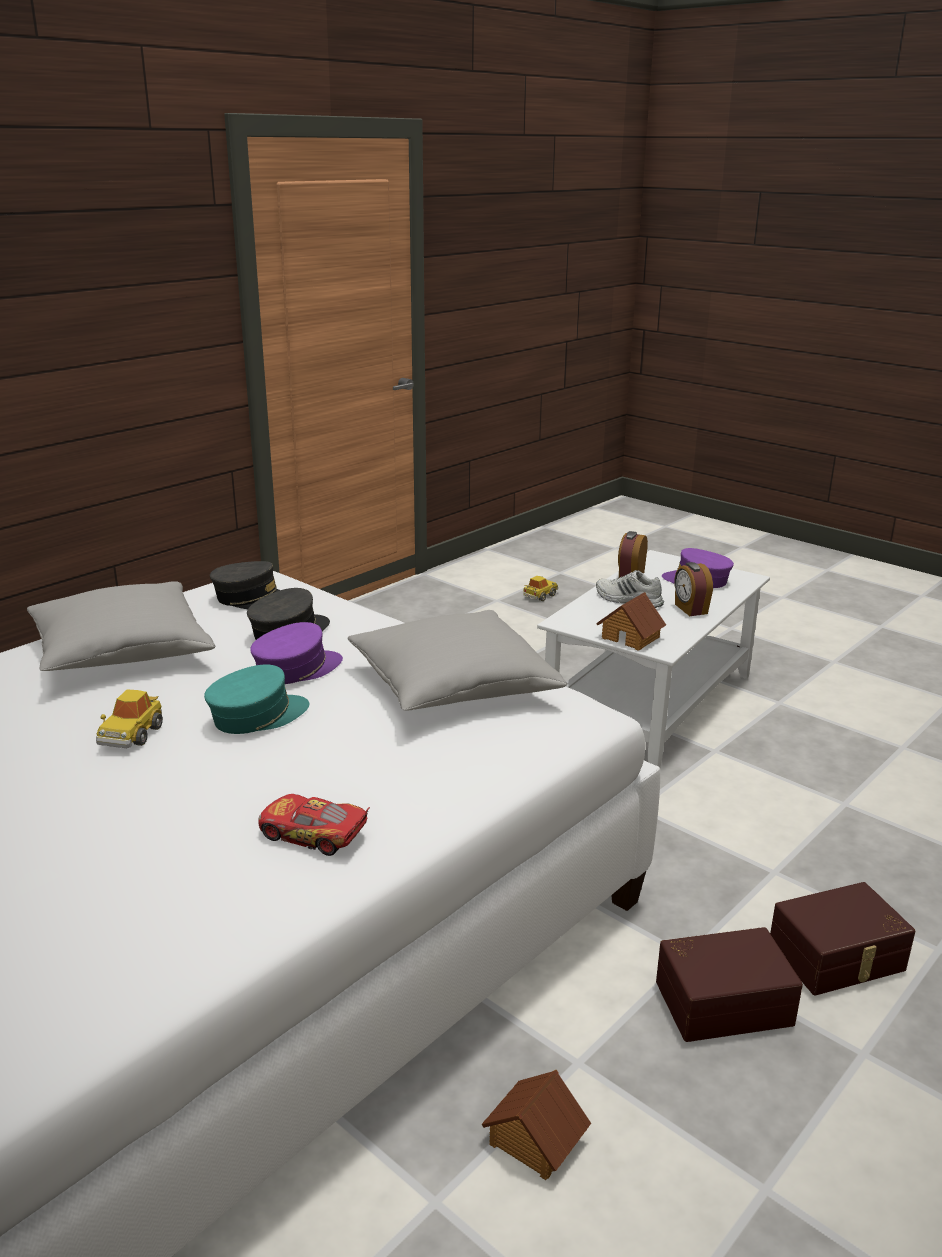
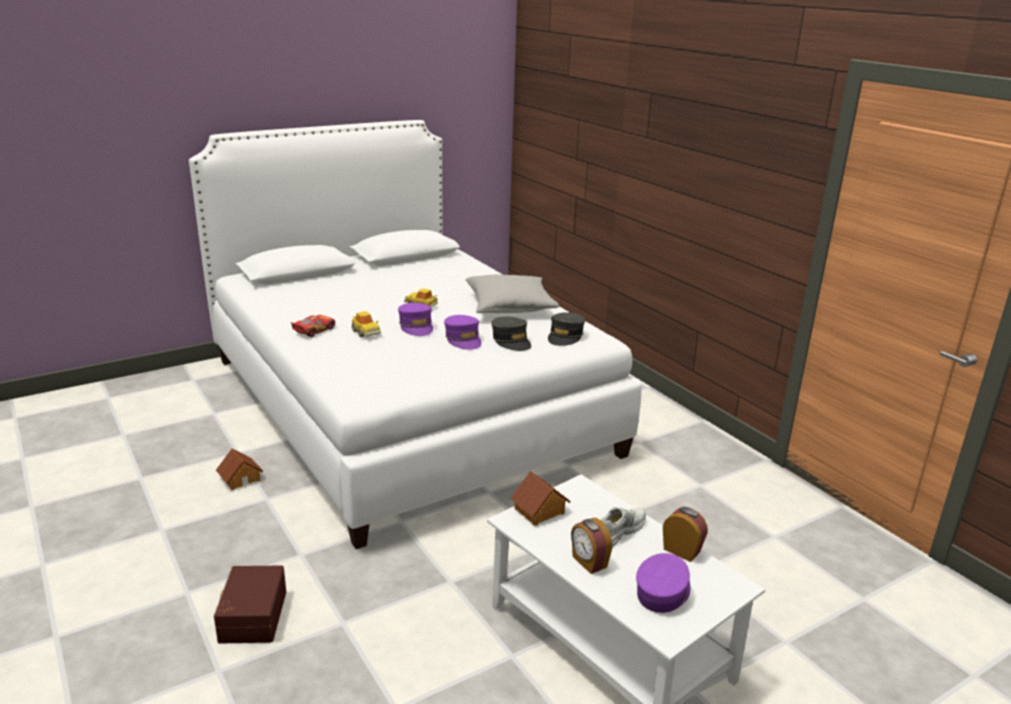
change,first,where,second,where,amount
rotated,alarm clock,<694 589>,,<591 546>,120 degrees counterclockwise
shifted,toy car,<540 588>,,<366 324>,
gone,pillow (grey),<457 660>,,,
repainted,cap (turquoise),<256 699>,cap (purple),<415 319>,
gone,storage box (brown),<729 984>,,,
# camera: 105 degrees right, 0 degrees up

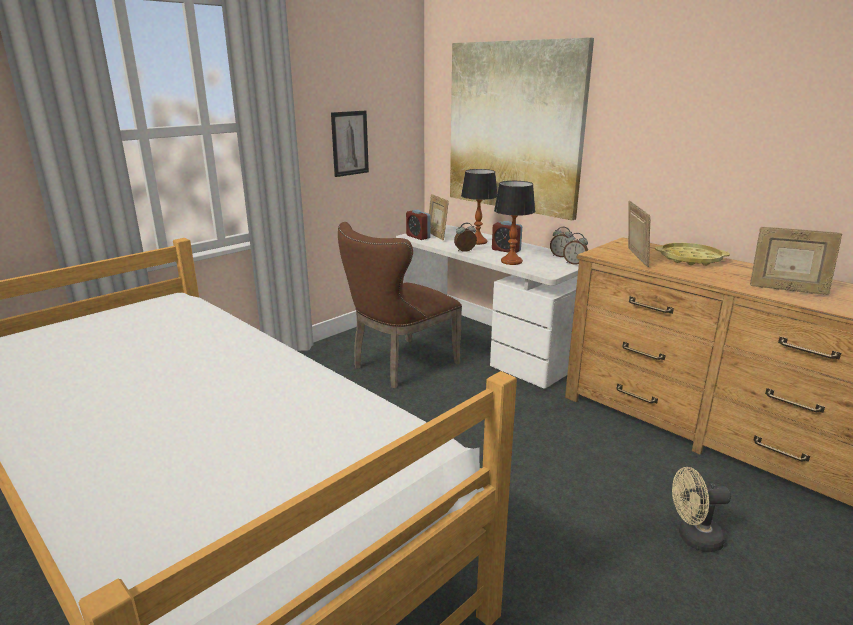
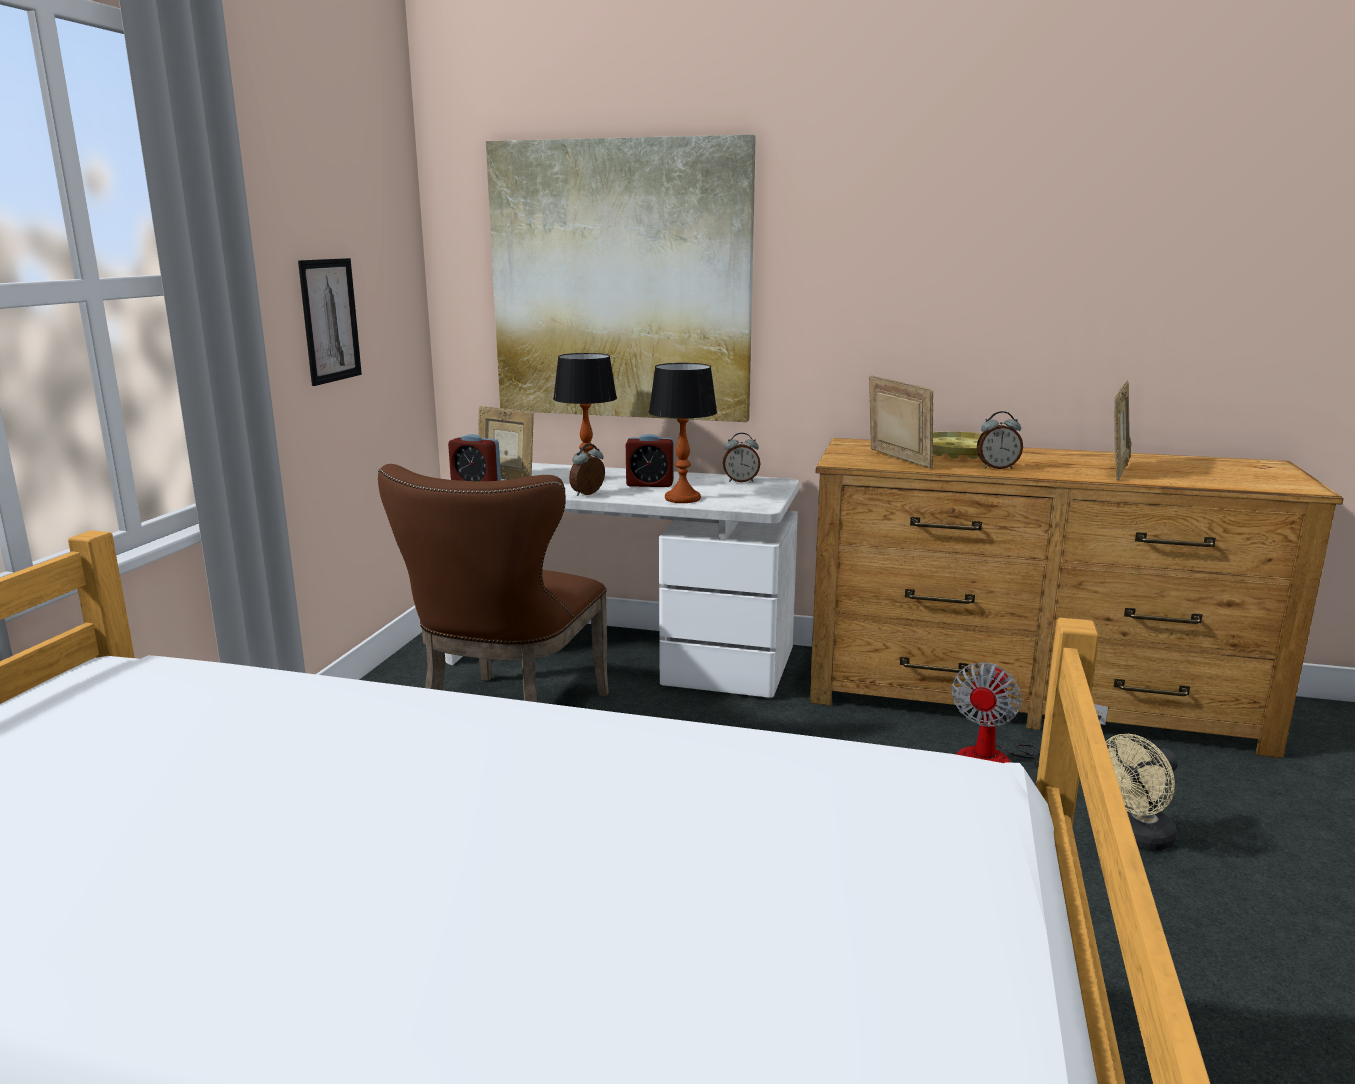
change,first,where,second,where,amount
rotated,picture frame,<796 261>,,<1123 430>,60 degrees counterclockwise
shifted,alarm clock,<575 249>,,<1000 440>,
new,,,fan,<1029 713>,
# camera: 30 degrees left, 5 degrees down

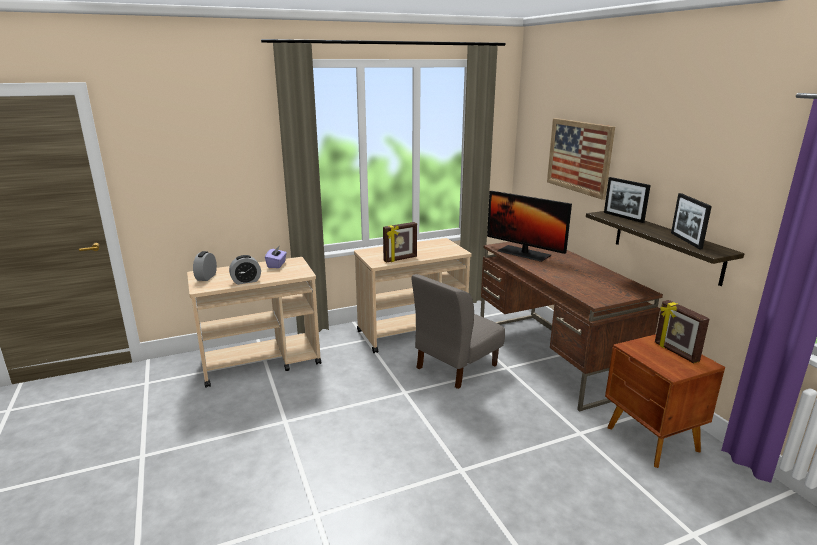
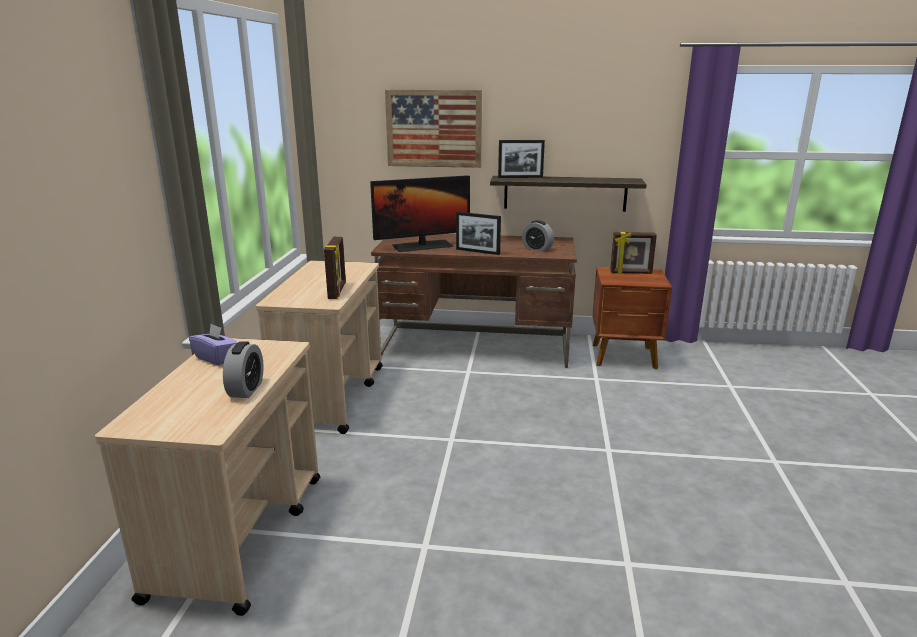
change,first,where,second,where,amount
shifted,picture frame,<691 221>,,<478 233>,
shifted,alarm clock,<205 266>,,<538 236>,
gone,chair (grey),<458 331>,,,
# camera: 60 degrees left, 0 degrees up

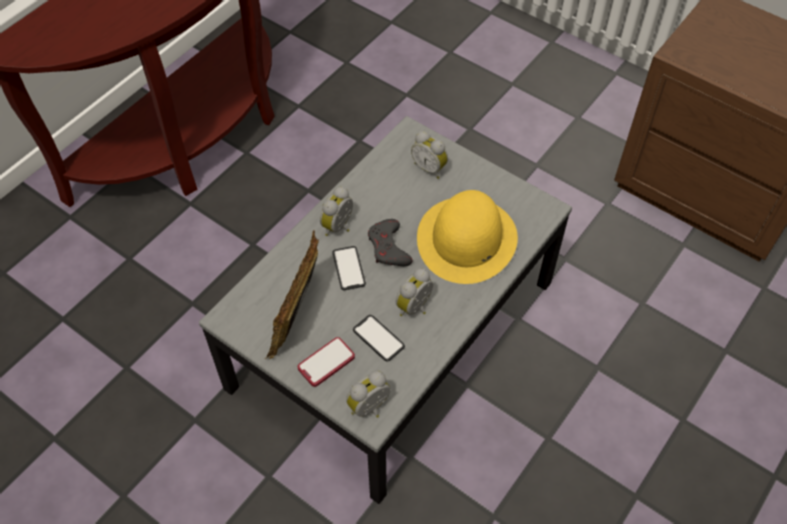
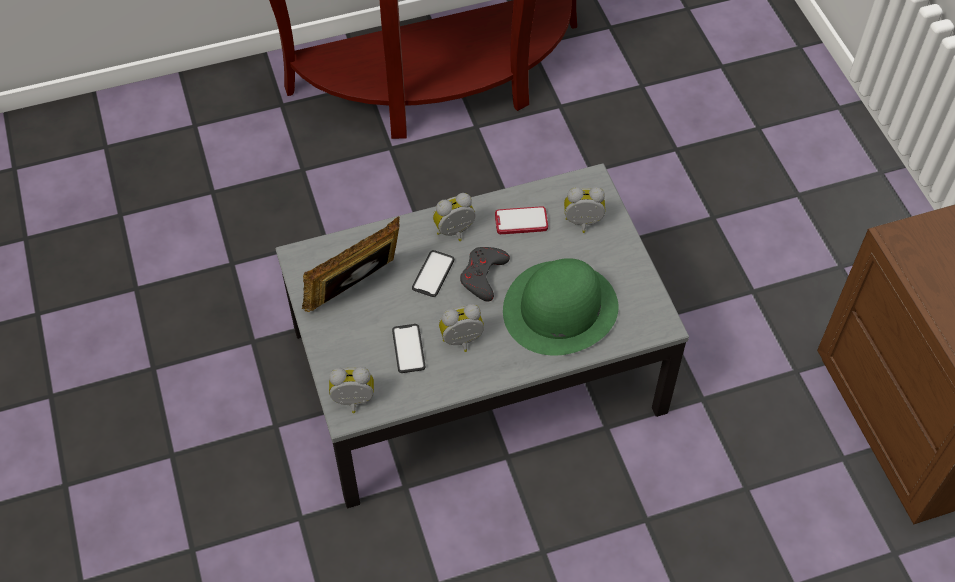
change,first,where,second,where,amount
rotated,alarm clock,<429 155>,,<584 210>,105 degrees clockwise
repainted,hat (yellow),<467 237>,hat (green),<561 306>,
shifted,phone,<326 362>,,<521 220>,
# camera: 35 degrees right, 0 degrees up

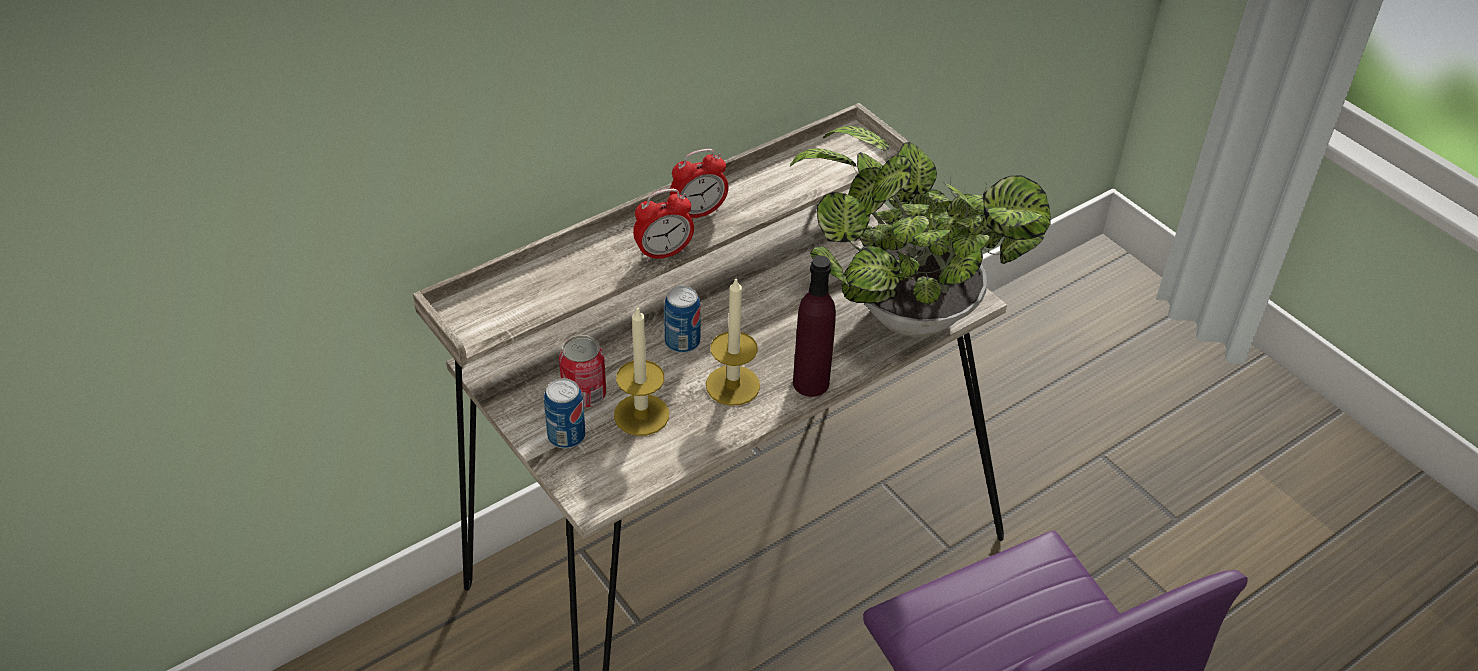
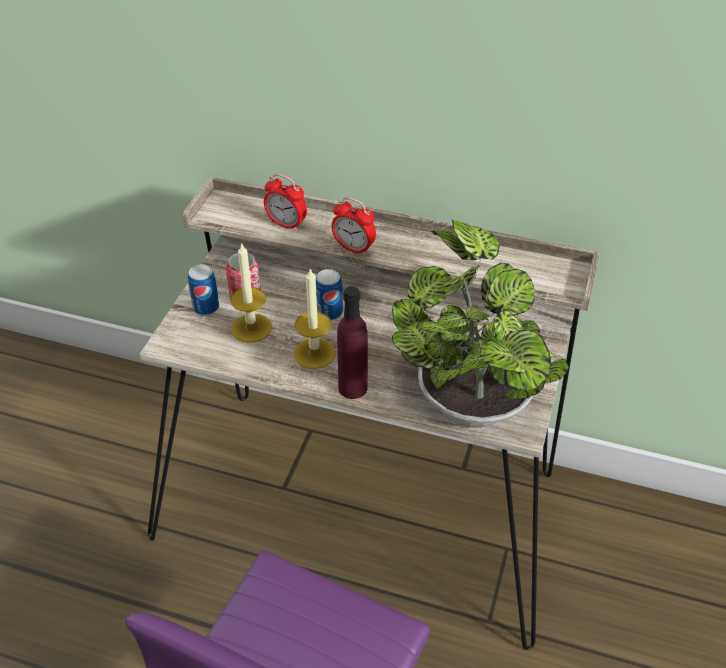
change,first,where,second,where,amount
shifted,alarm clock,<699 183>,,<285 202>,
# camera: 55 degrees right, 0 degrees up

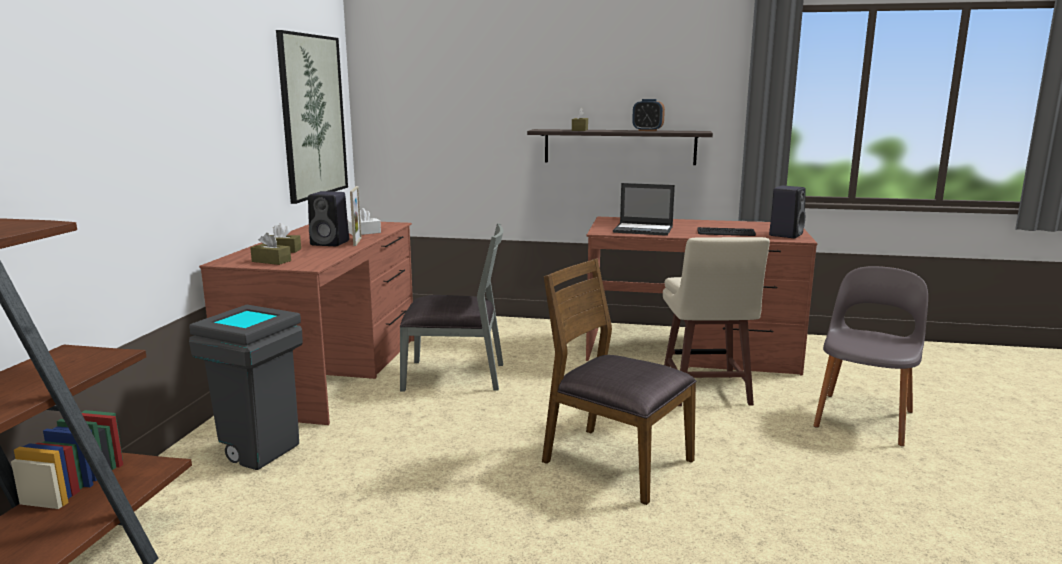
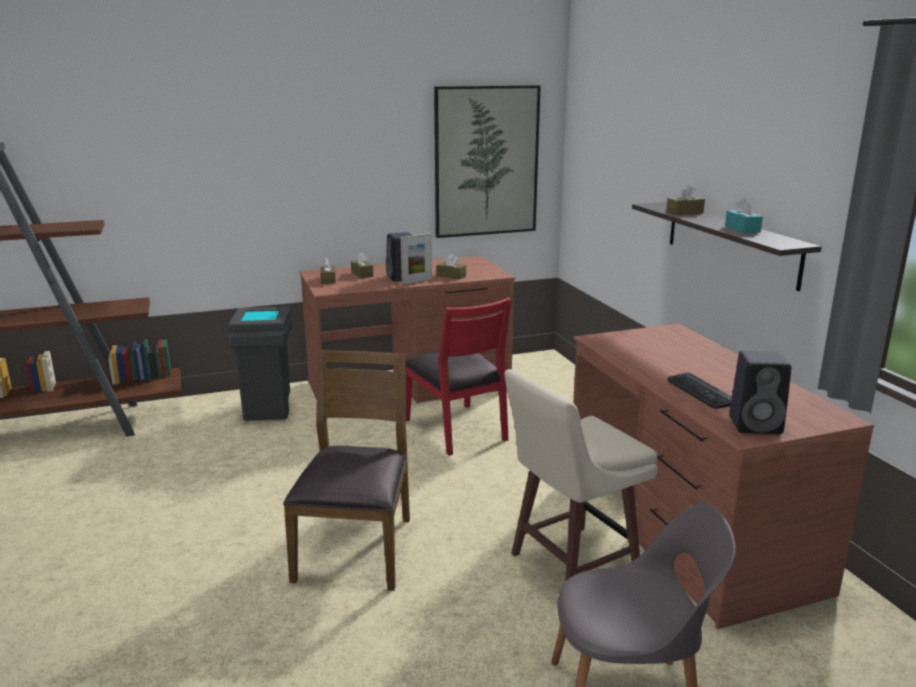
change,first,where,second,where,amount
swapped,alarm clock,<648 115>,tissue box (turquoise),<744 215>,
gone,laptop,<644 209>,,,
repainted,tissue box (white),<364 221>,tissue box (brown),<451 266>,
repainted,chair (grey),<451 307>,chair (red),<458 376>,
# camera: 60 degrees right, 5 degrees up

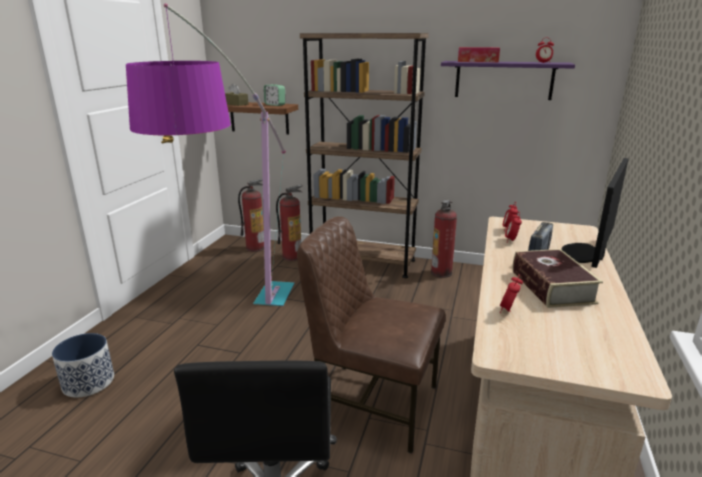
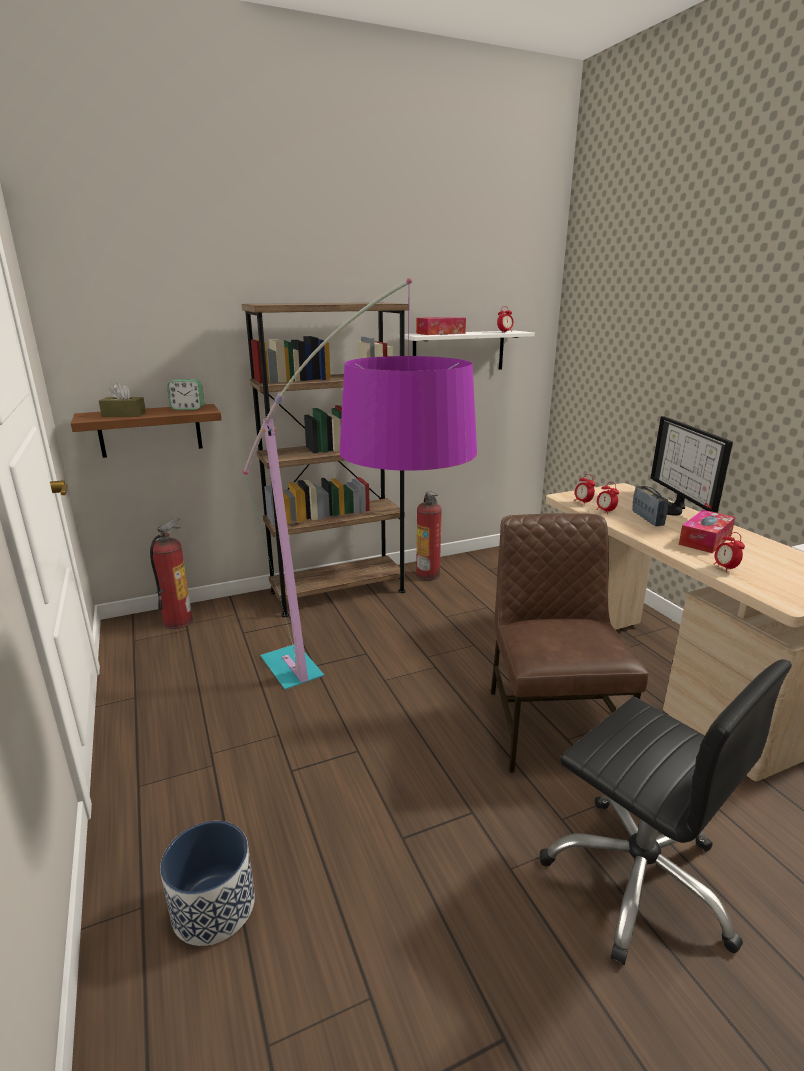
change,first,where,second,where,amount
repainted,shelf (purple),<508 80>,shelf (white),<467 350>,
gone,fire extinguisher,<289 223>,,,
rotated,chair (brown),<371 334>,,<569 643>,105 degrees clockwise
swapped,book,<558 278>,tissue box,<707 531>,
# camera: 40 degrees left, 0 degrees up

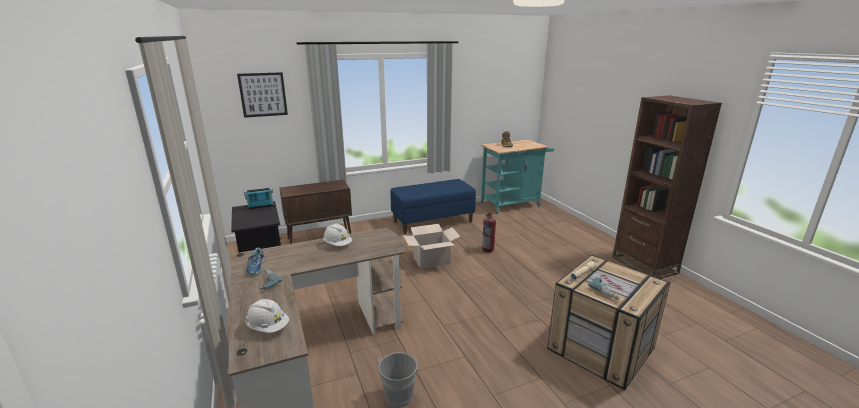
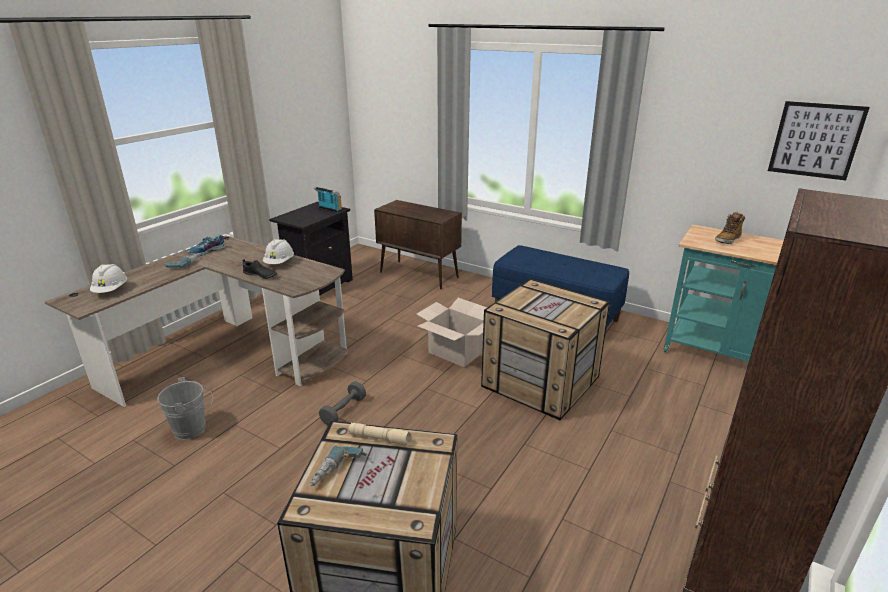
change,first,where,second,where,amount
shifted,picture,<262 95>,,<819 140>,
swapped,fire extinguisher,<489 232>,crate,<545 349>,
new,,,shoe (black),<260 269>,
new,,,dumbbell (grey),<342 403>,
# camera: 55 degrees right, 5 degrees up

